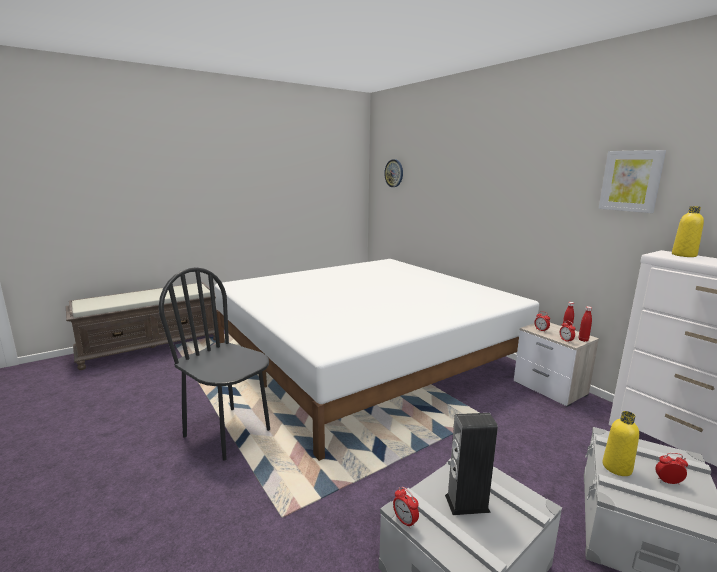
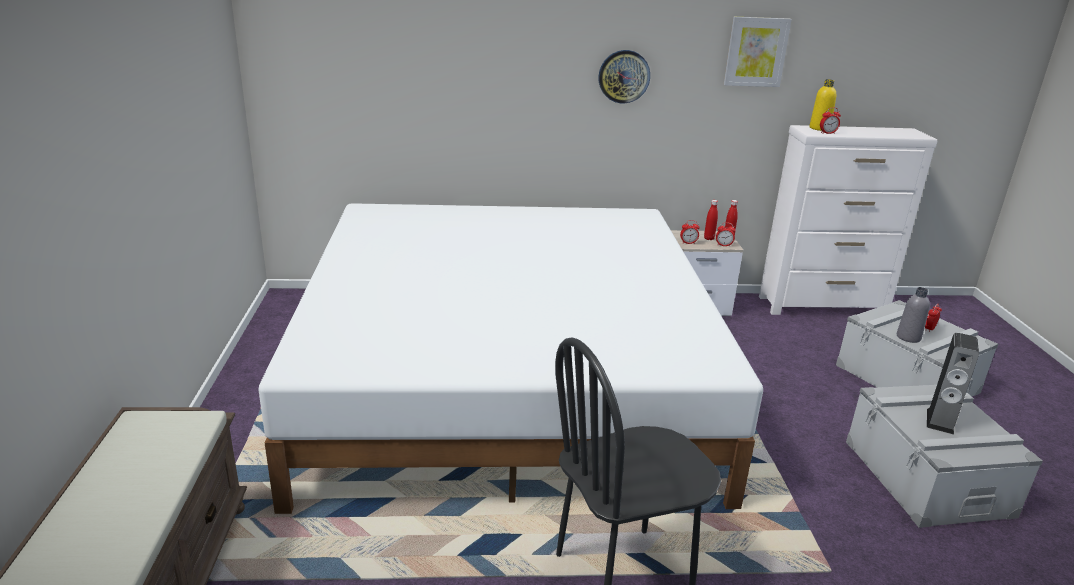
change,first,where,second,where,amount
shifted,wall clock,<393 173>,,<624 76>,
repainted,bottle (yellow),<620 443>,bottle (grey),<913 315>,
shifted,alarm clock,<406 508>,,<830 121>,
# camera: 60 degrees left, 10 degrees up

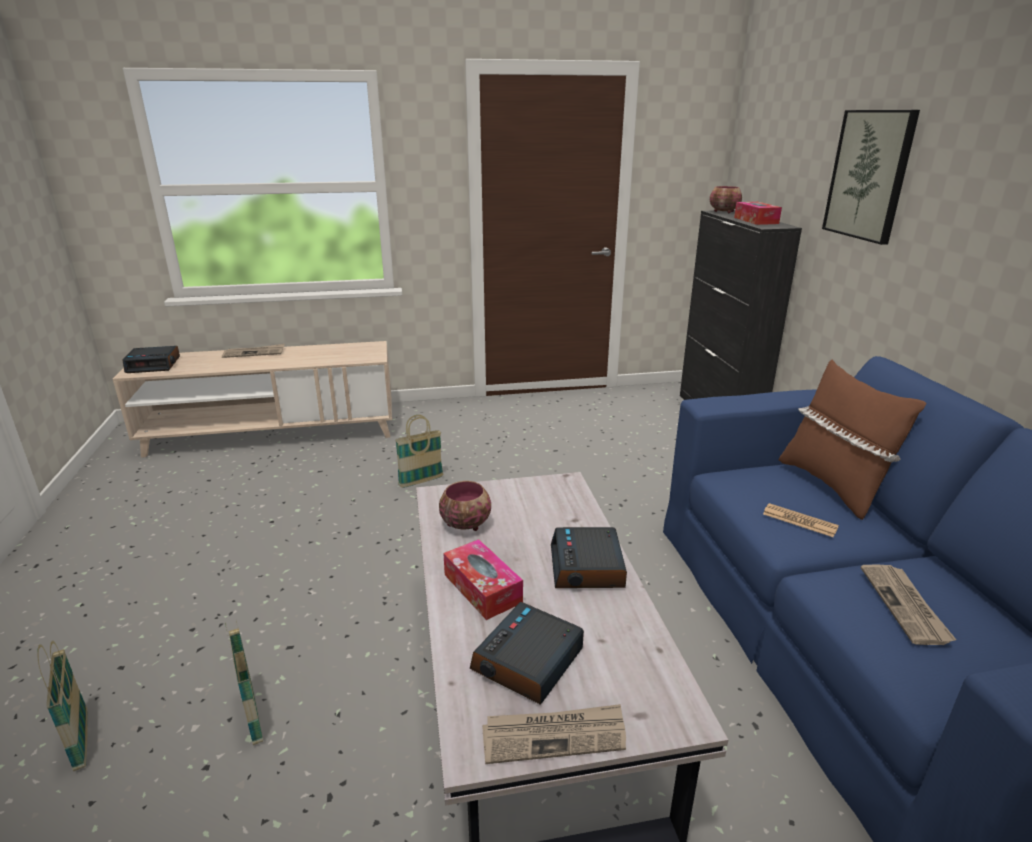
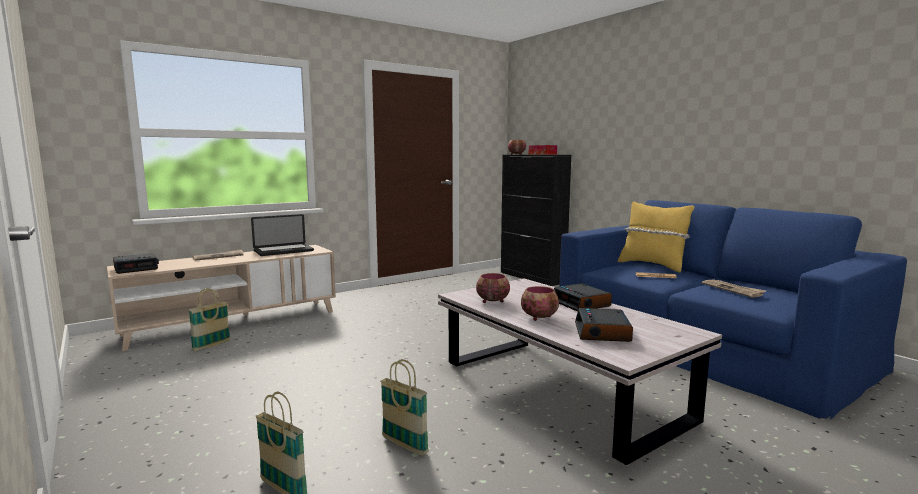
change,first,where,second,where,amount
gone,picture,<871 177>,,,
repainted,pillow (brown),<852 440>,pillow (yellow),<656 237>,
shifted,basket,<419 451>,,<209 319>,
swapped,tissue box,<483 579>,bowl,<540 303>,
gone,newspaper,<554 734>,,,
new,,,laptop,<282 235>,
# camera: 25 degrees left, 15 degrees down

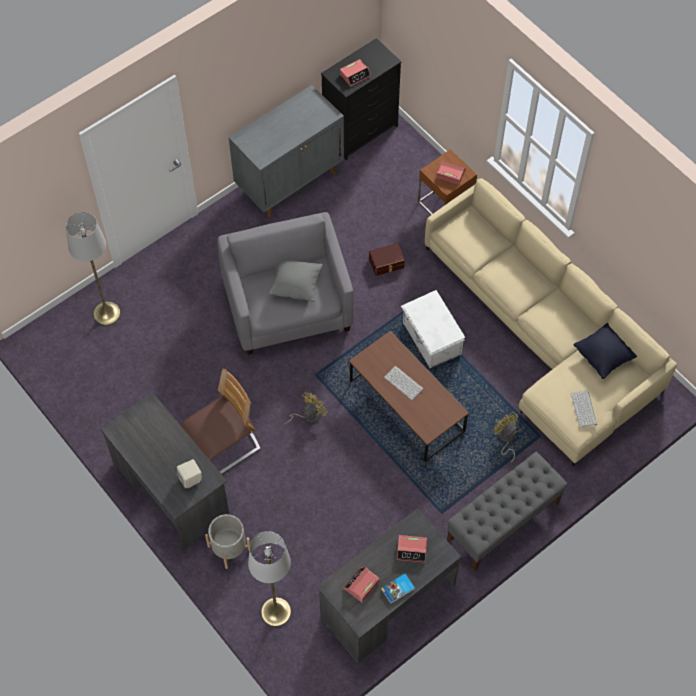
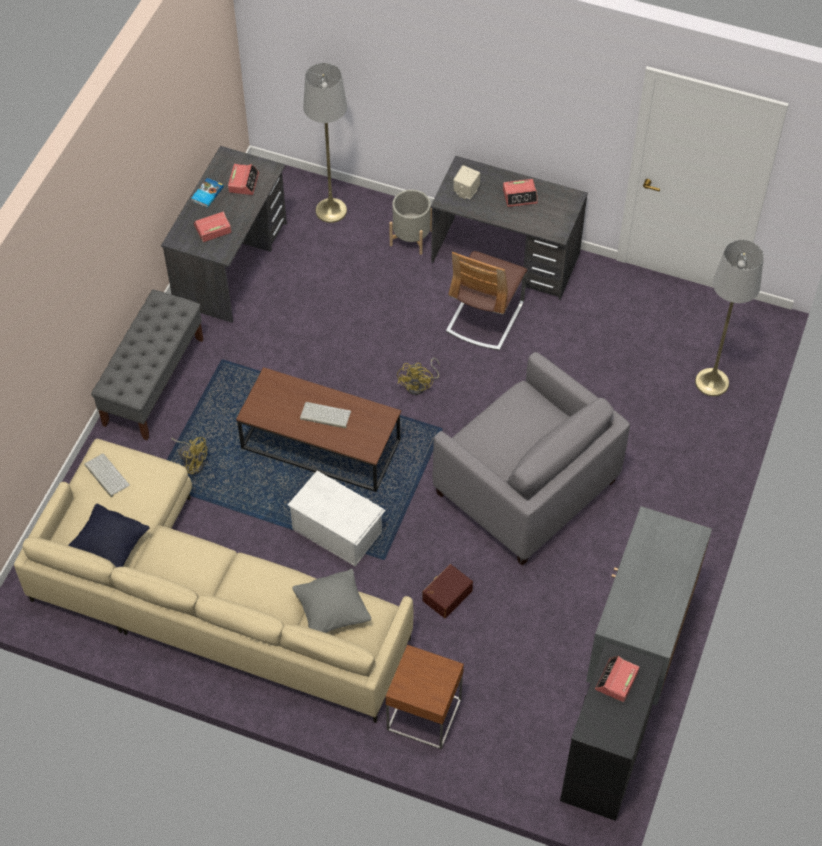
change,first,where,second,where,amount
shifted,alarm clock,<450 173>,,<520 193>,
shifted,pillow (grey),<296 280>,,<331 601>,
# camera: 150 degrees right, 5 degrees down

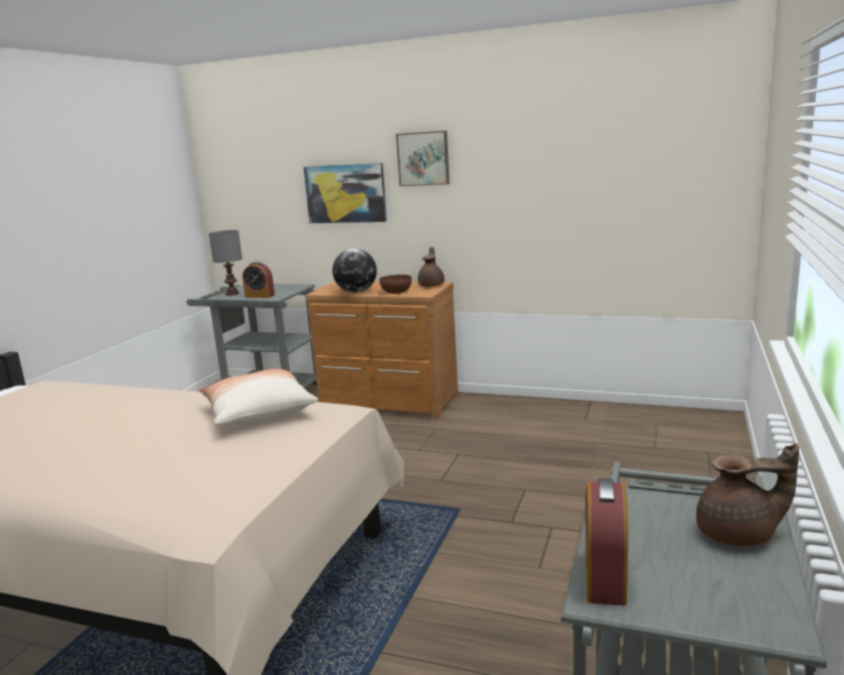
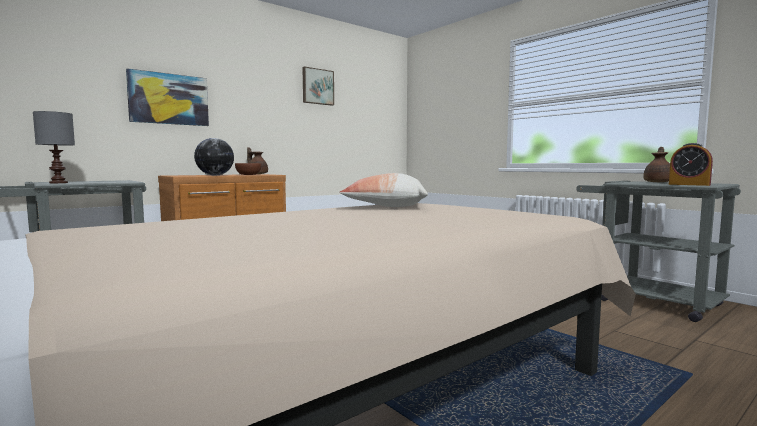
change,first,where,second,where,amount
shifted,picture,<423 158>,,<318 85>,
gone,alarm clock,<259 280>,,,
# camera: 60 degrees left, 10 degrees down

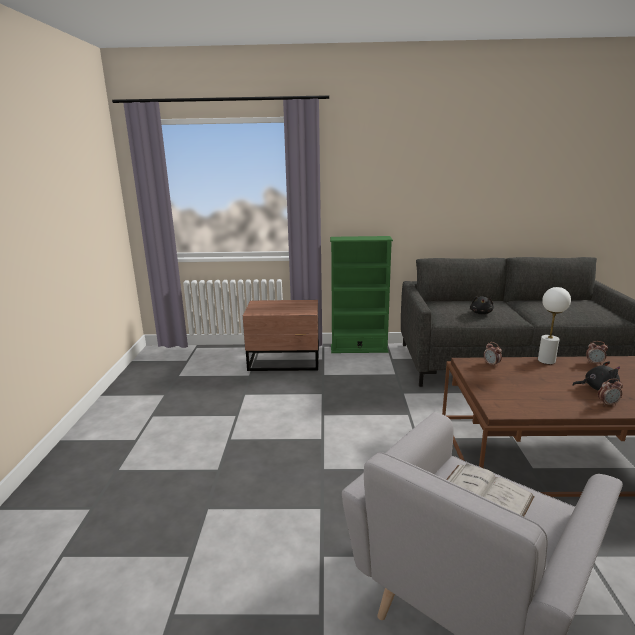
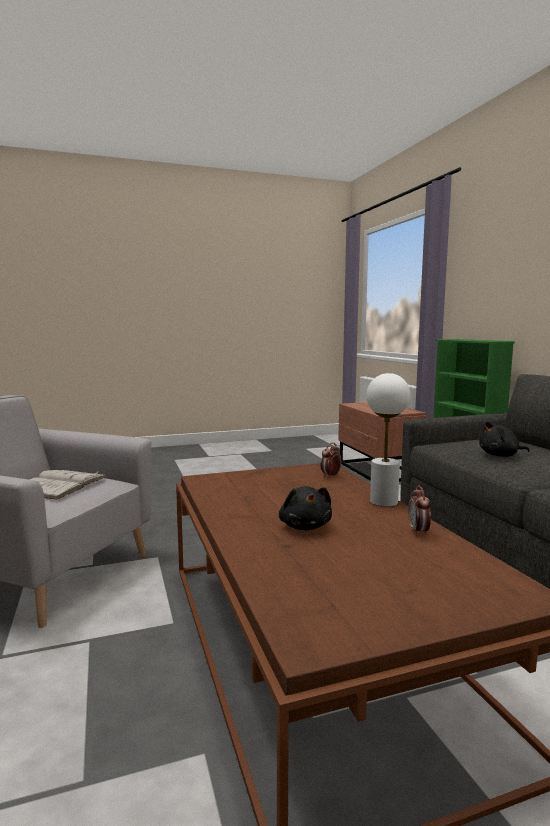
change,first,where,second,where,amount
gone,alarm clock,<610 392>,,,
# camera: 70 degrees right, 10 degrees down

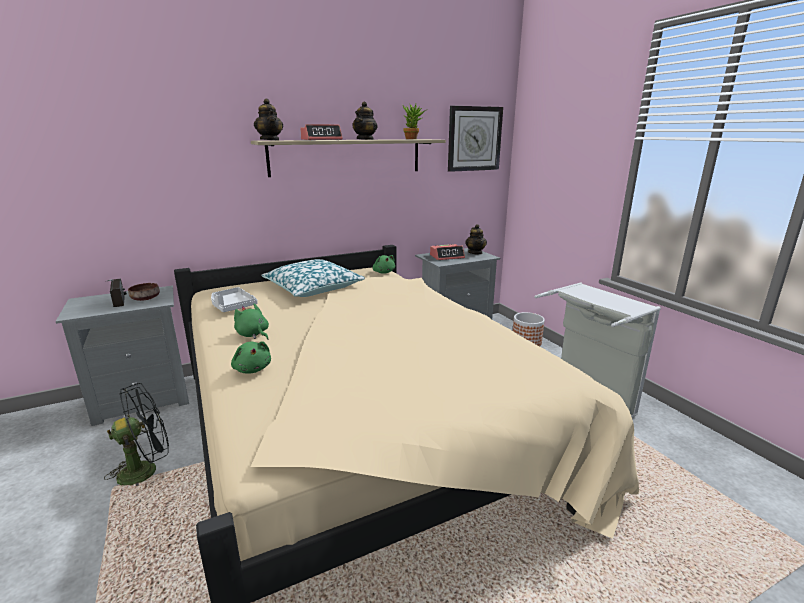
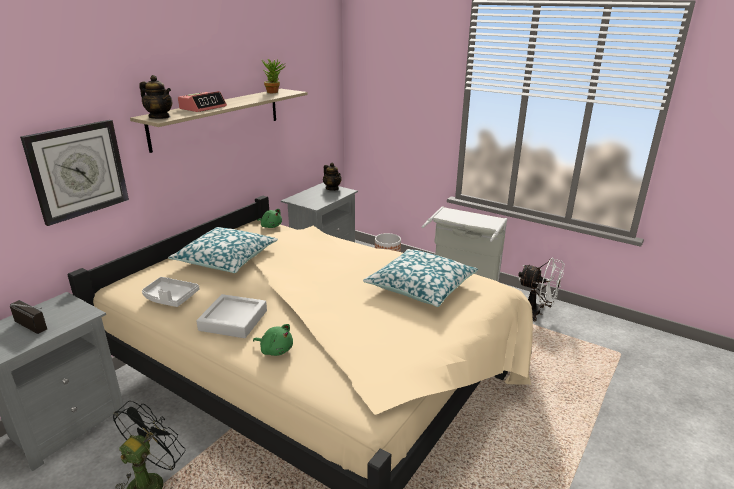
change,first,where,second,where,amount
gone,teapot,<365 121>,,,
shifted,wall clock,<475 139>,,<74 173>,
gone,alarm clock,<447 252>,,,
gone,bowl (brown),<144 292>,,,
swapped,plush toy (green),<251 321>,tray (grey),<231 316>,
new,,,pillow,<420 278>,
new,,,fan (white),<541 290>,
# camera: 30 degrees left, 5 degrees up

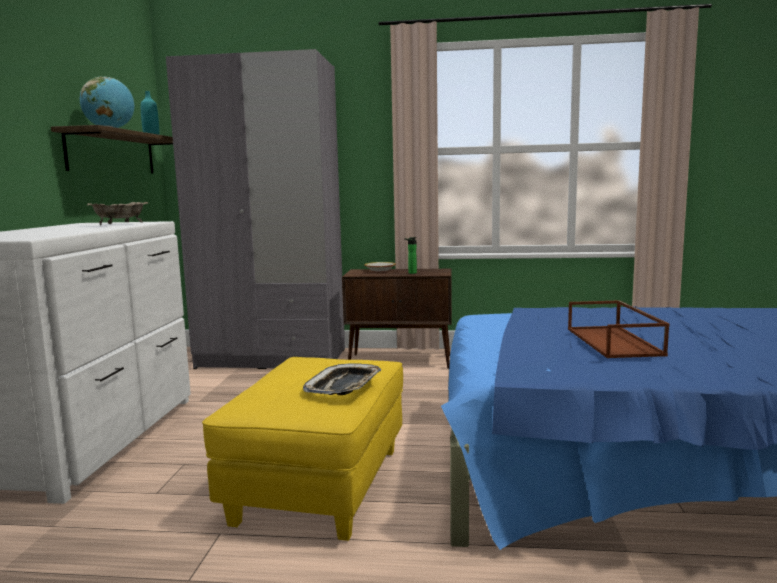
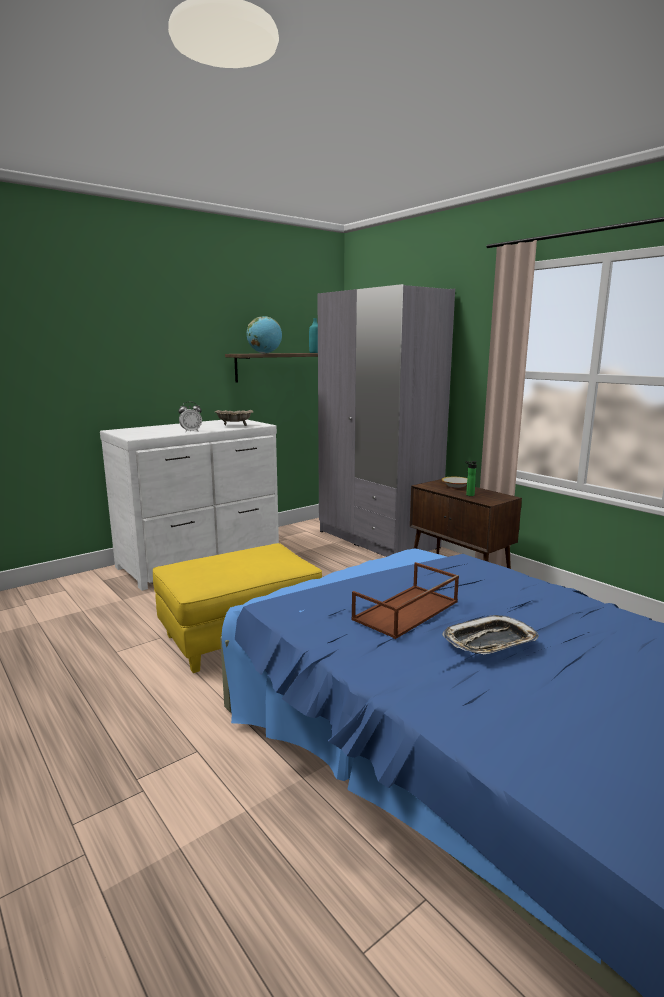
change,first,where,second,where,amount
shifted,tray,<342 379>,,<491 634>,
new,,,alarm clock,<190 417>,
# camera: 45 degrees right, 5 degrees up

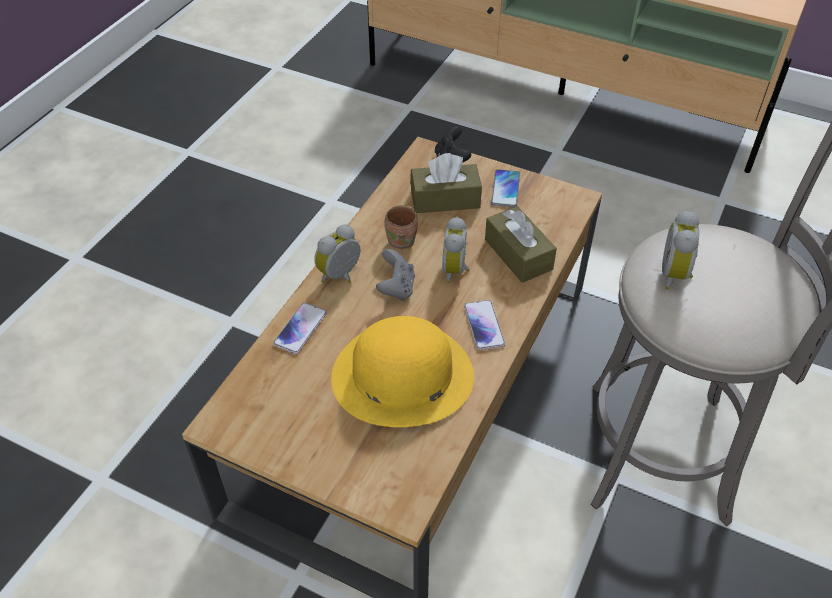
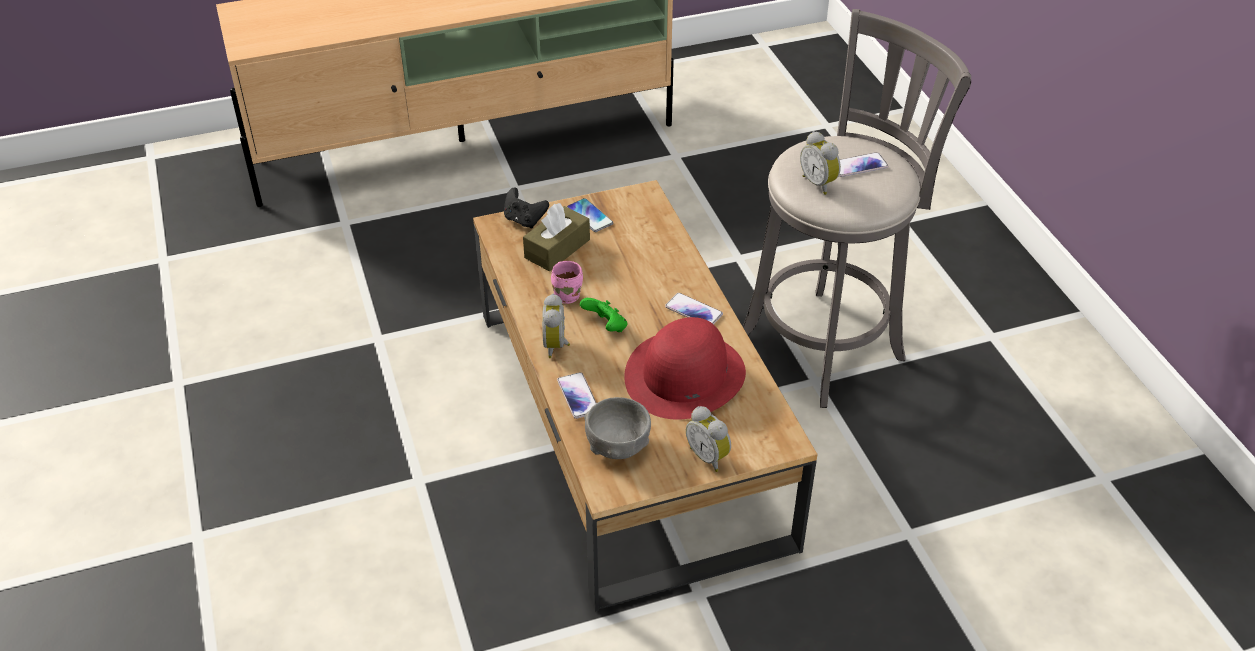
change,first,where,second,where,amount
repainted,mug (brown),<401 227>,mug (pink),<567 282>,
gone,tissue box (brown),<521 244>,,,
shifted,alarm clock,<456 250>,,<708 439>,
repainted,game controller (grey),<395 275>,game controller (green),<603 315>,
repainted,hat (yellow),<402 371>,hat (red),<685 368>,
new,,,phone,<863 164>,
new,,,bowl (grey),<617 428>,
# camera: 45 degrees left, 5 degrees down

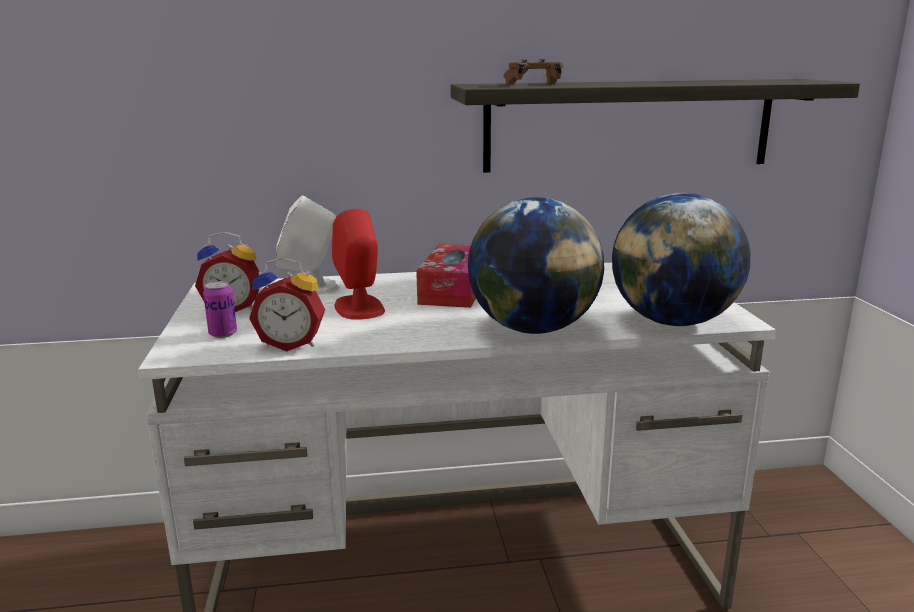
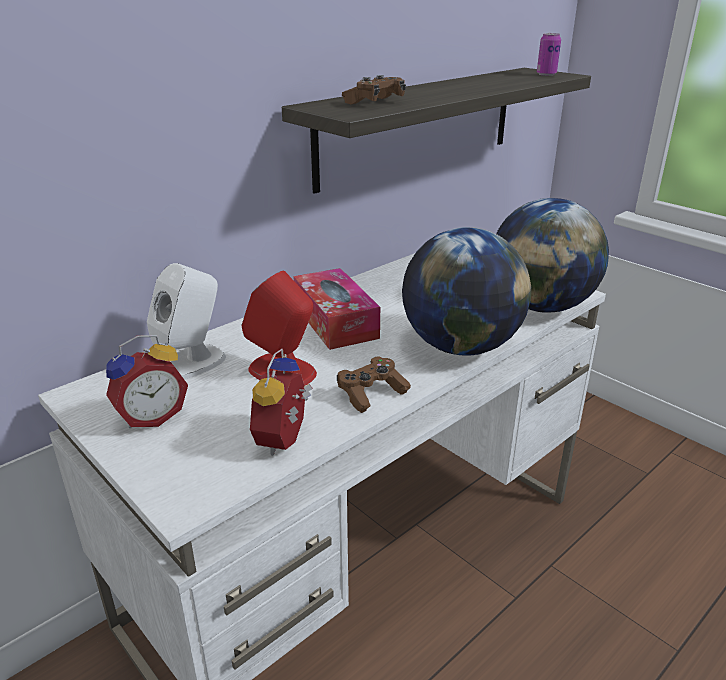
change,first,where,second,where,amount
rotated,alarm clock,<287 304>,,<281 402>,135 degrees clockwise
shifted,can,<220 309>,,<549 54>,
new,,,game controller (brown),<374 384>,
# camera: 35 degrees left, 10 degrees up

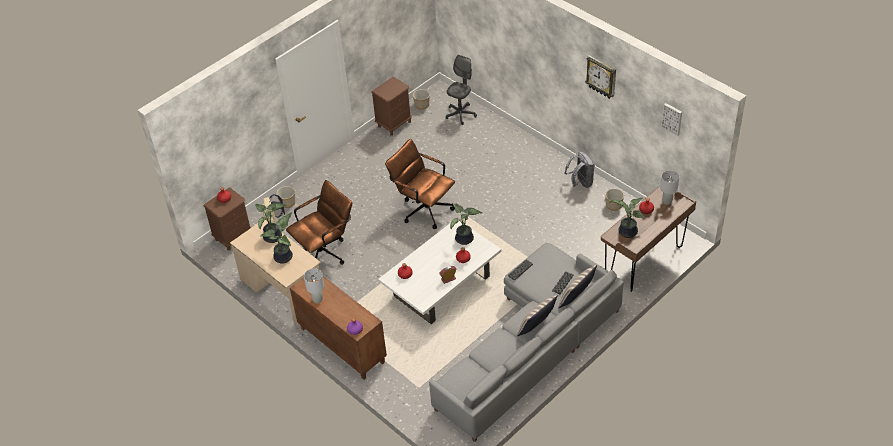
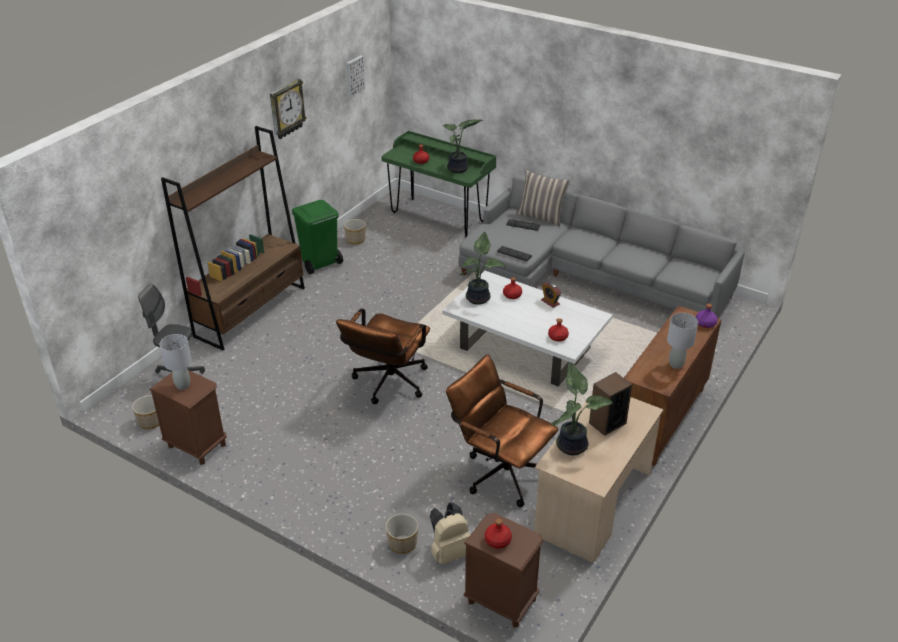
change,first,where,second,where,amount
swapped,backpack (grey),<579 170>,trash can (green),<317 237>,
shifted,table lamp (grey),<669 187>,,<176 362>,
repainted,desk (brown),<648 239>,desk (green),<438 184>,
swapped,potted plant,<276 238>,speaker,<610 404>,
gone,pillow,<537 315>,,,
new,,,bookcase (brown),<233 238>,
# camera: 105 degrees left, 10 degrees down

